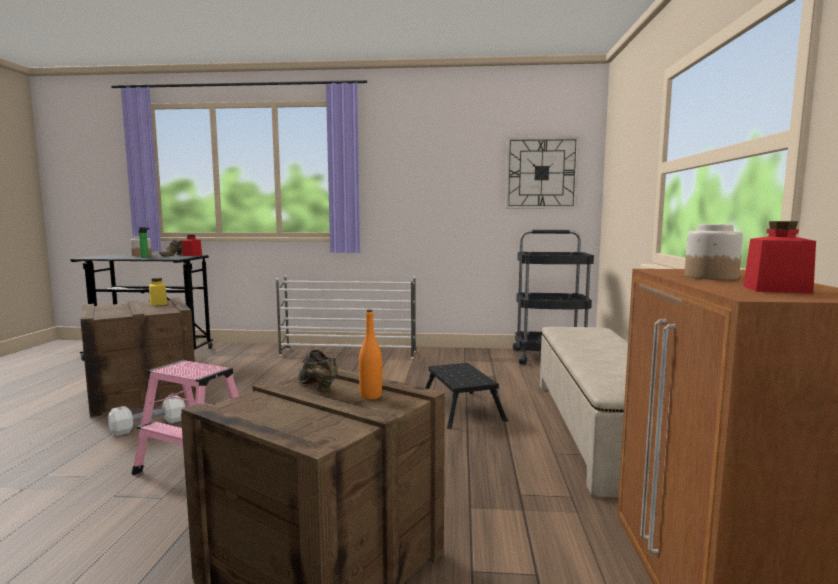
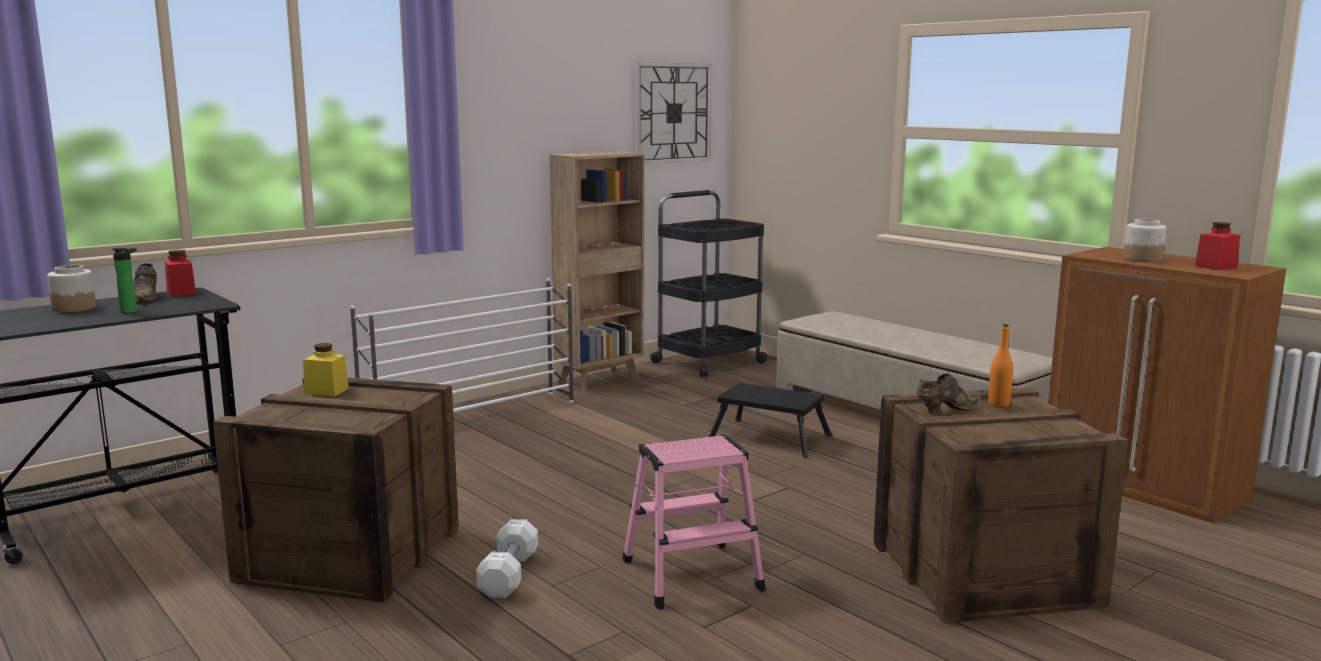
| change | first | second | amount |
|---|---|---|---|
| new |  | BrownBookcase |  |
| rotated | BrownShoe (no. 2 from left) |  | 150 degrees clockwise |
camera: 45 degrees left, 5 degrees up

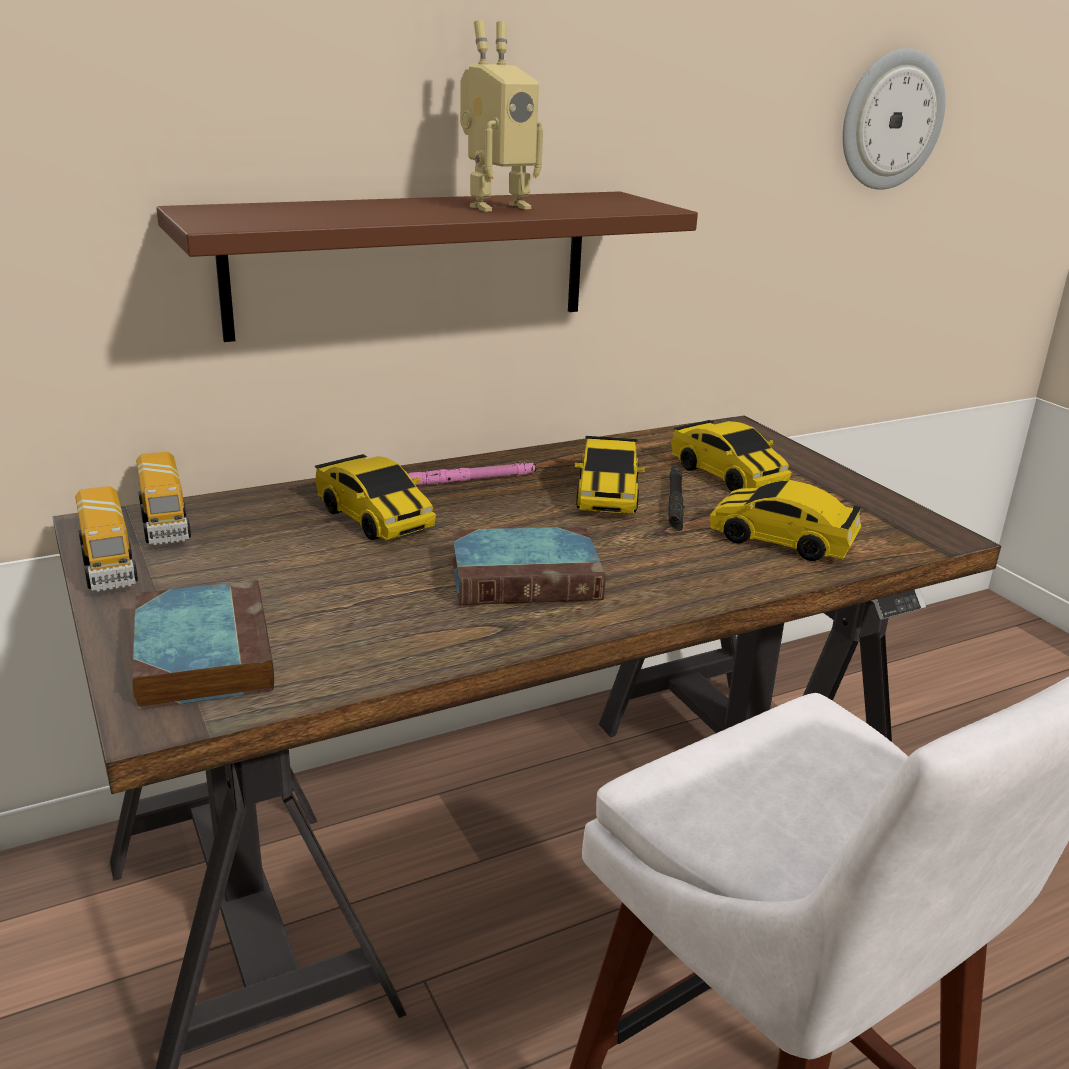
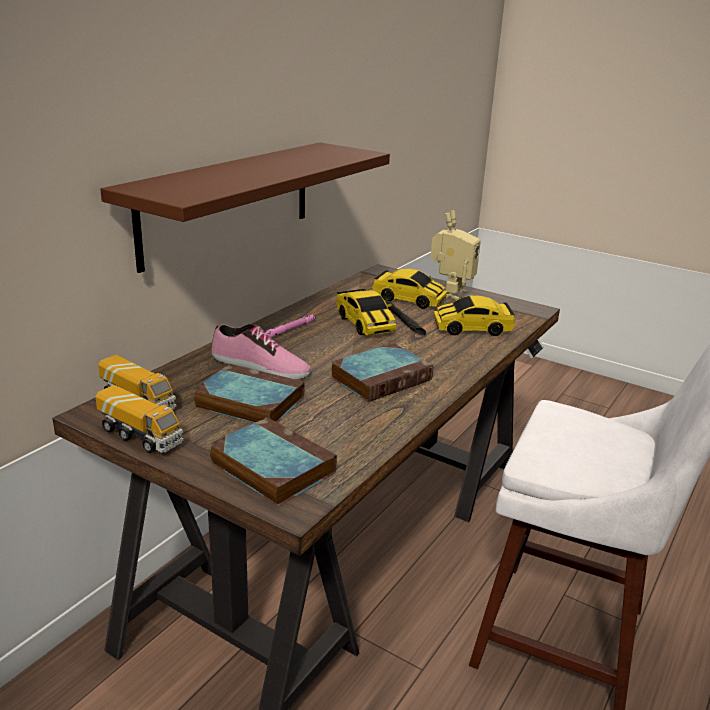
| change | first | second | amount |
|---|---|---|---|
| new |  | Book (no. 1 from left) |  |
| swapped | ToyCar (no. 1 from left) | Shoe |  |
| shifted | ToyRobot |  |  |
| gone | WallClock |  |  |
camera: 30 degrees left, 0 degrees up

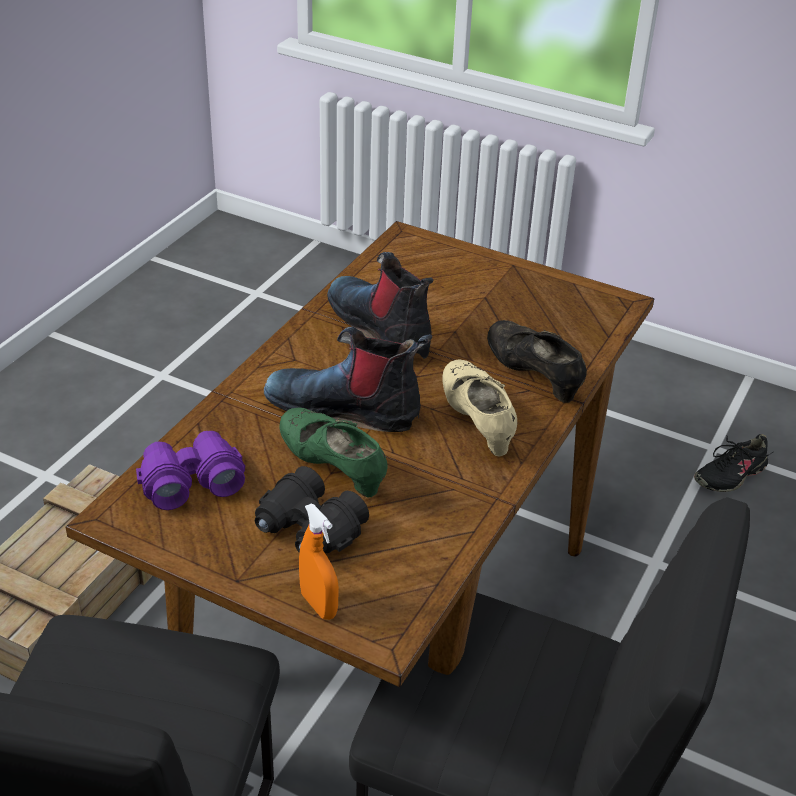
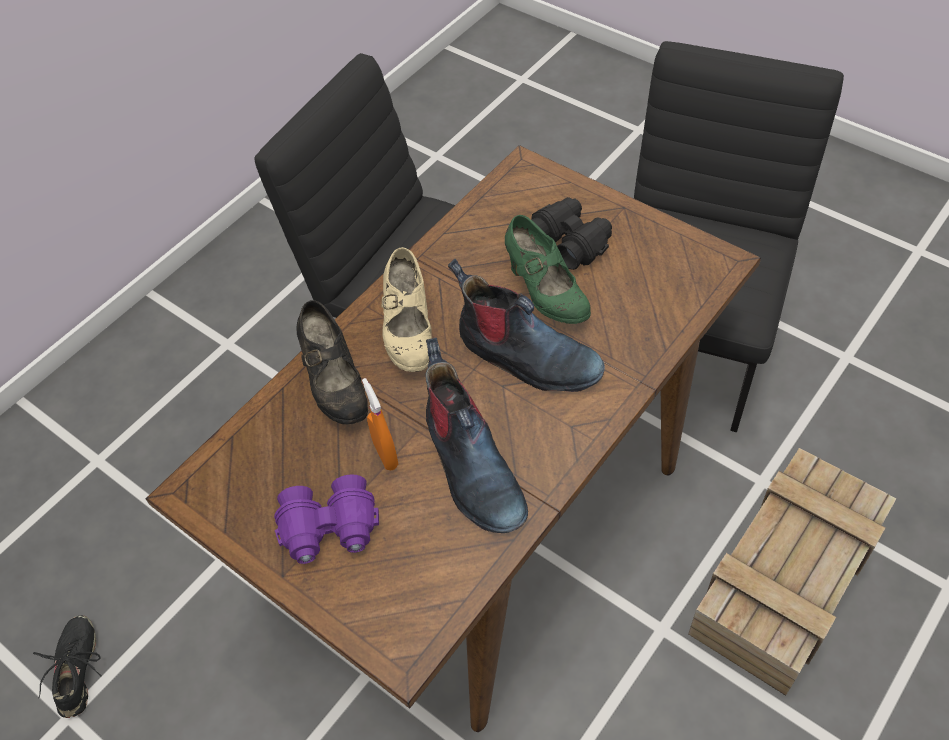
| change | first | second | amount |
|---|---|---|---|
| rotated | BlackShoe (no. 2 from left in the first image) | BlackShoe (no. 1 from left) | 75 degrees counterclockwise |
| shifted | PurpleBinoculars |  |  |
| shifted | OrangeSprayBottle |  |  |
camera: 165 degrees left, 15 degrees up

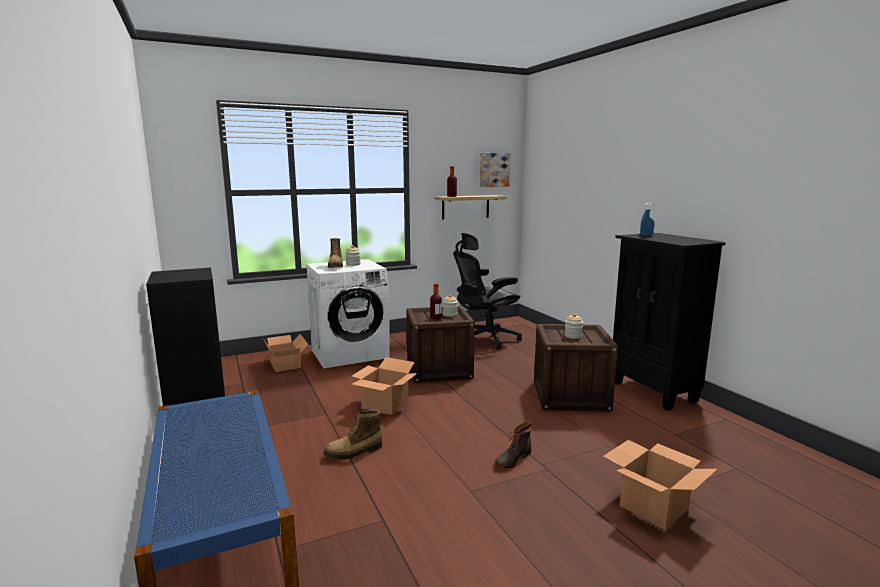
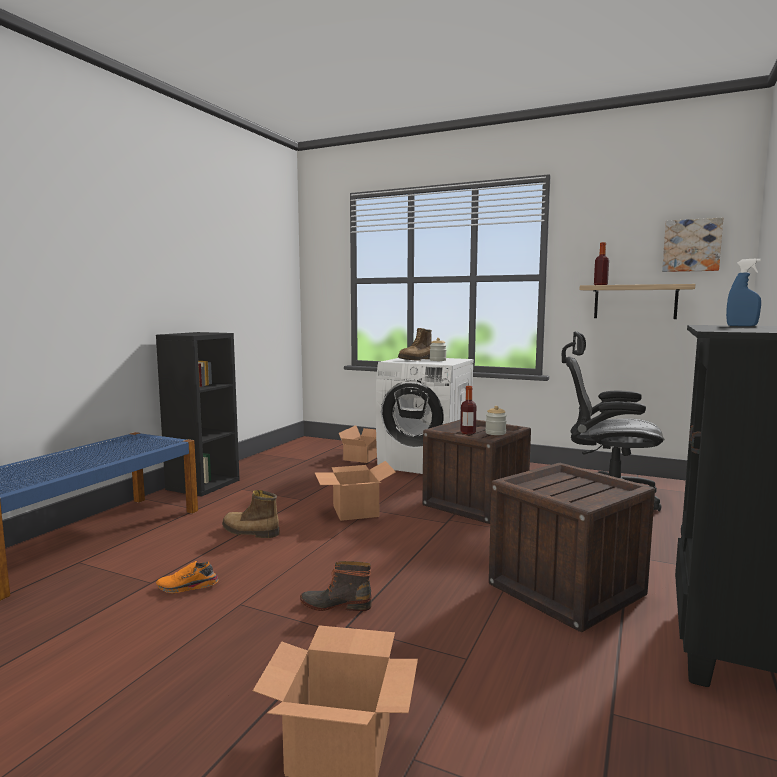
| change | first | second | amount |
|---|---|---|---|
| new |  | OrangeShoe |  |
| gone | Jar (no. 3 from left) |  |  |
camera: 50 degrees right, 5 degrees down

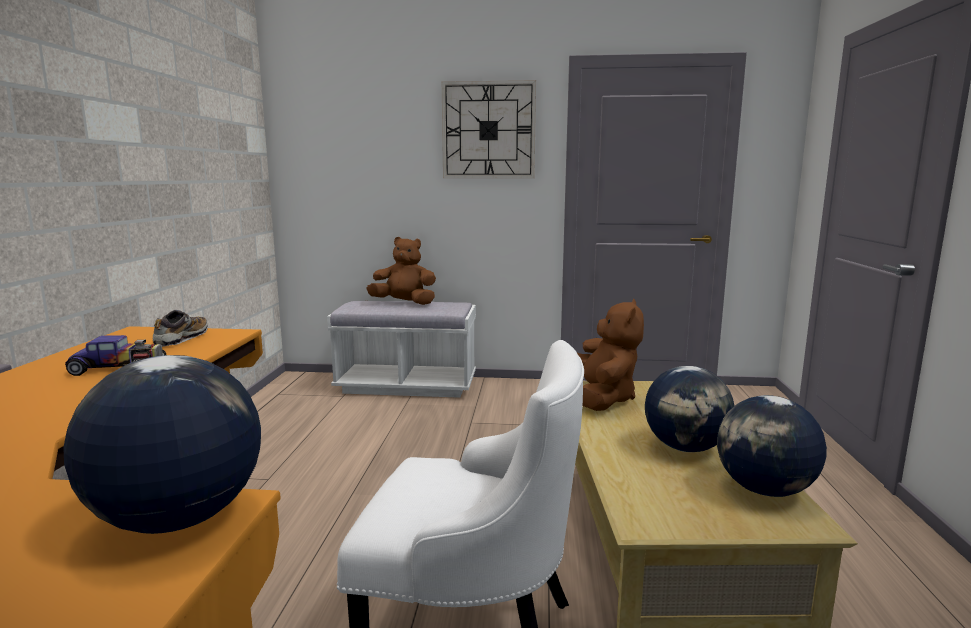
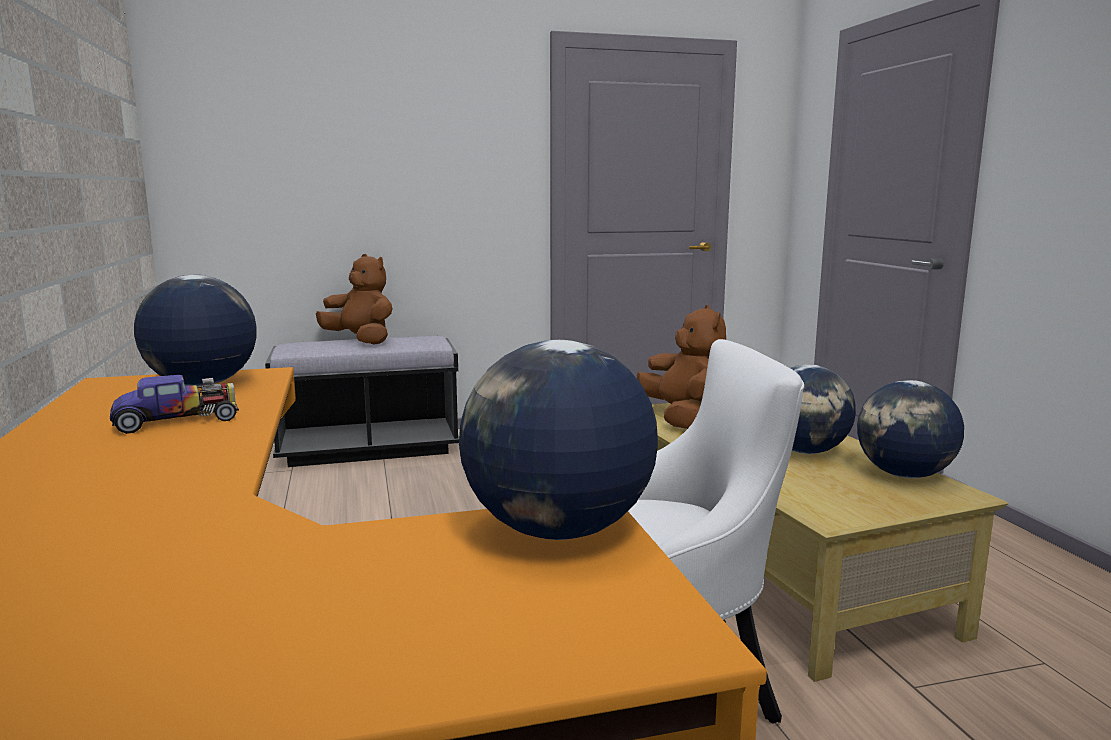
| change | first | second | amount |
|---|---|---|---|
| swapped | Shoe | Globe (no. 1 from left) |  |
| repainted | WhiteBench | BlackBench |  |
| rotated | BrownPlushToy (no. 1 from left) |  | 45 degrees clockwise |
| gone | WallClock |  |  |
camera: 20 degrees left, 0 degrees up

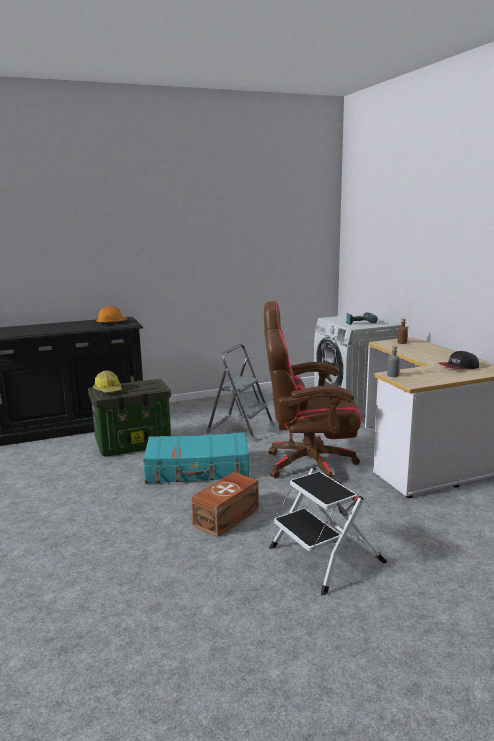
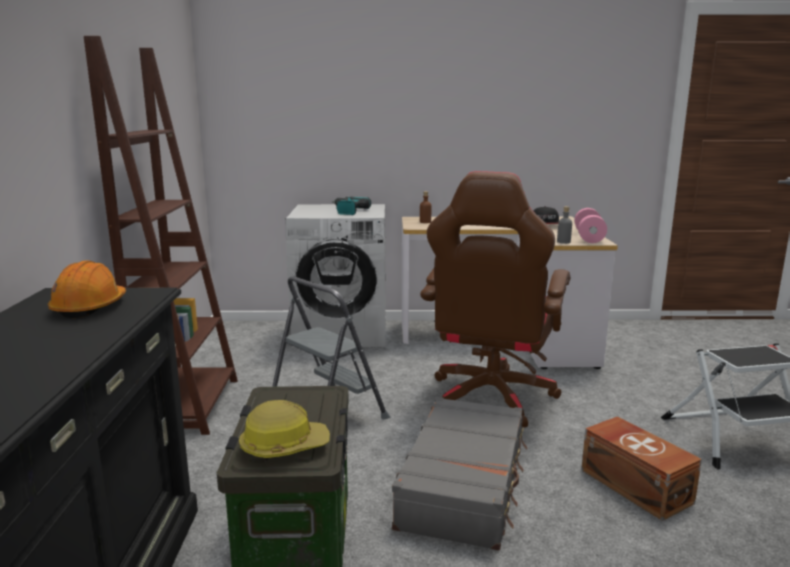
| change | first | second | amount |
|---|---|---|---|
| new |  | BrownBookcase |  |
| repainted | TurquoiseSuitcase | GreySuitcase |  |
| new |  | PinkDumbbell |  |
camera: 70 degrees left, 0 degrees up

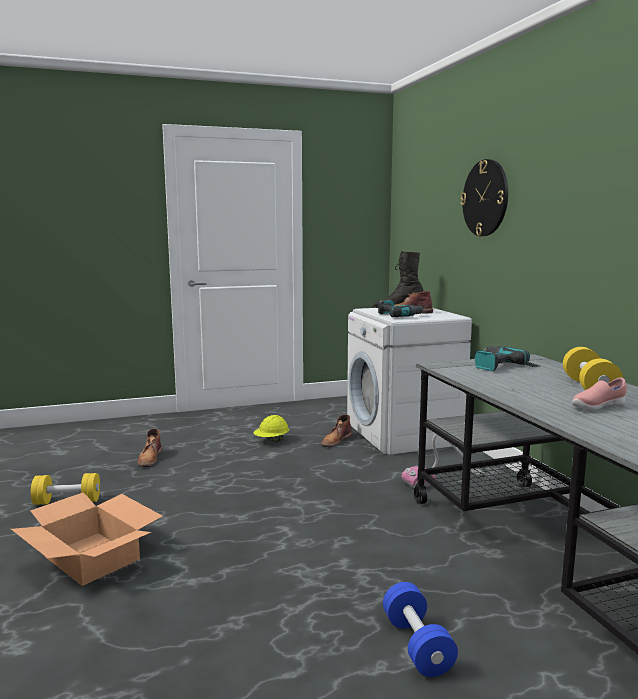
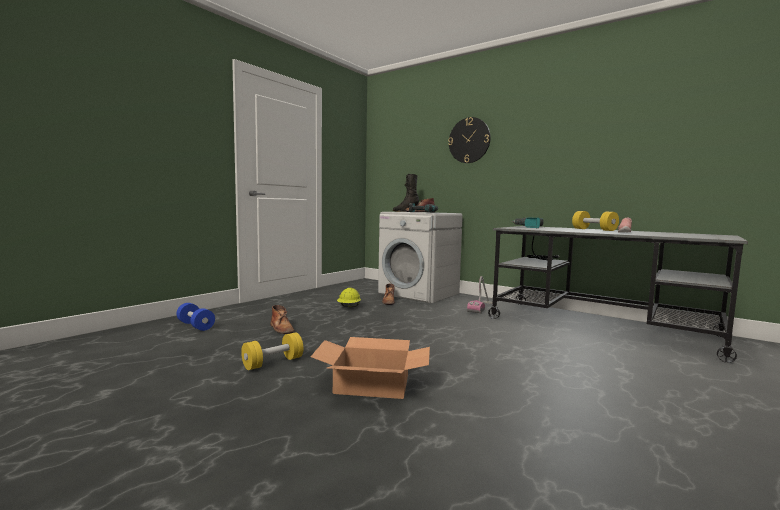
| change | first | second | amount |
|---|---|---|---|
| shifted | BlueDumbbell |  |  |
camera: 35 degrees left, 5 degrees down

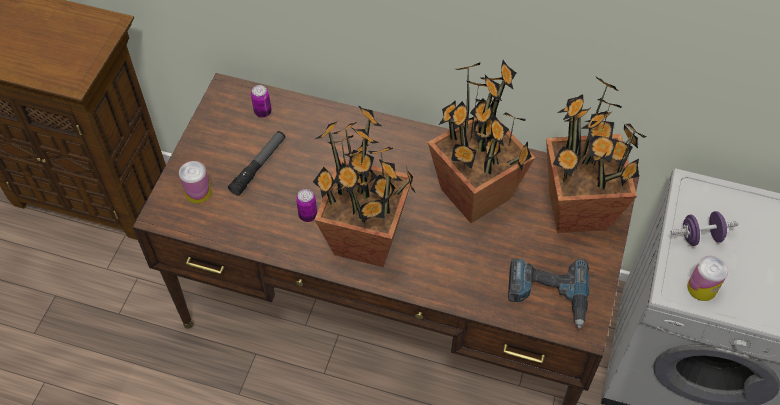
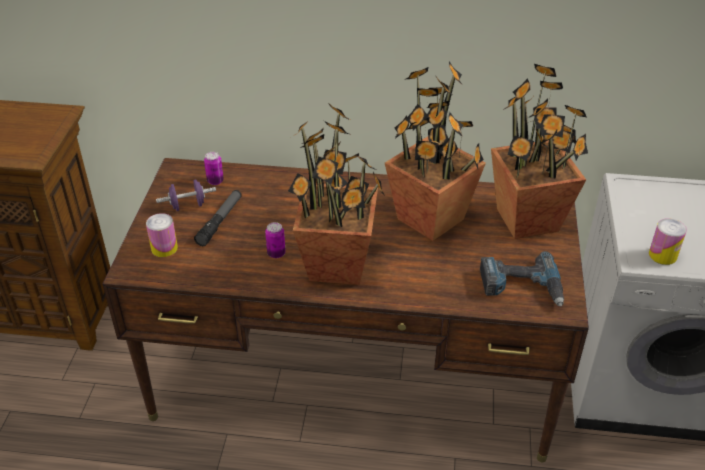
| change | first | second | amount |
|---|---|---|---|
| shifted | PurpleDumbbell |  |  |
camera: 10 degrees left, 15 degrees down

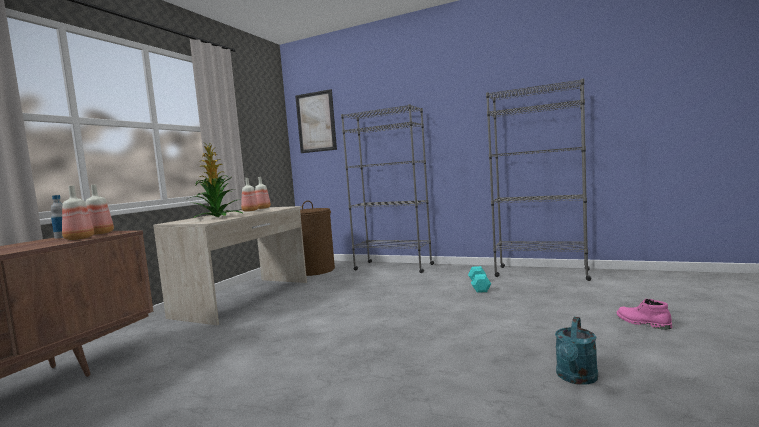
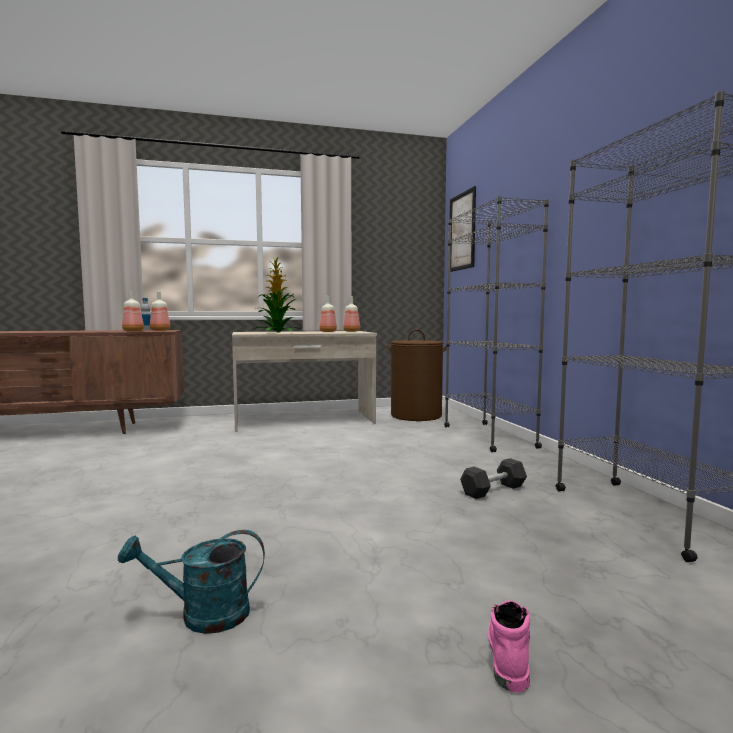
| change | first | second | amount |
|---|---|---|---|
| repainted | TurquoiseDumbbell | GreyDumbbell |  |
camera: 50 degrees right, 0 degrees up

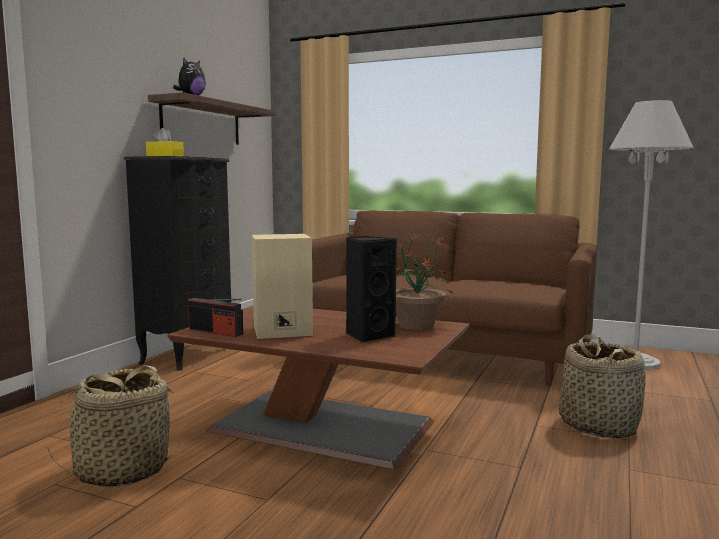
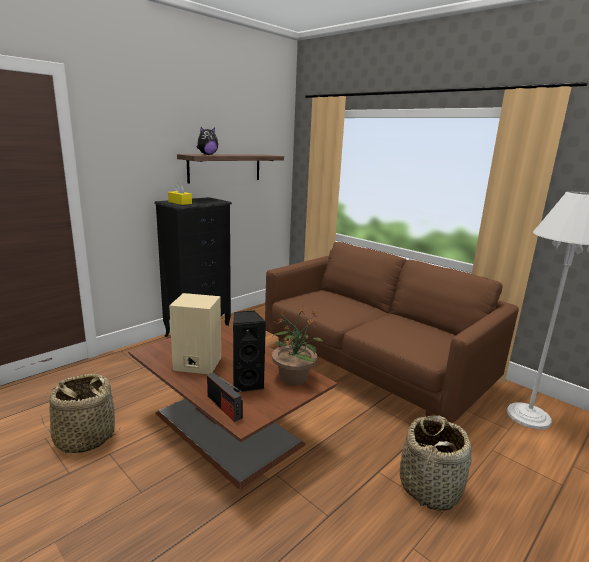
| change | first | second | amount |
|---|---|---|---|
| shifted | Radio |  |  |
camera: 20 degrees right, 10 degrees up

